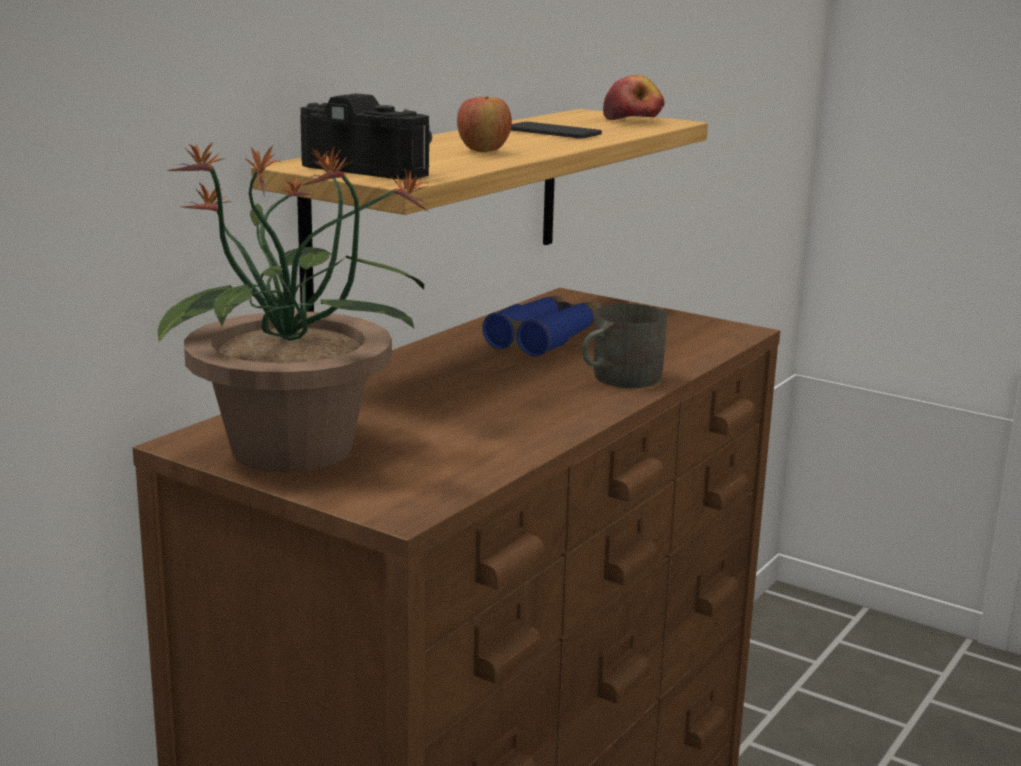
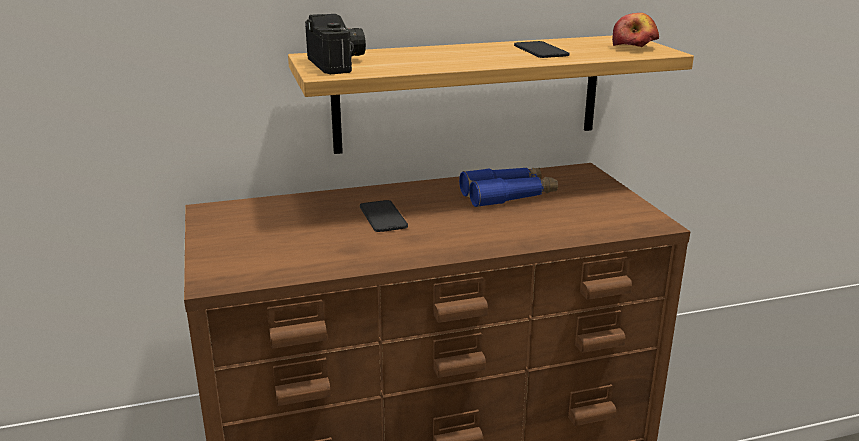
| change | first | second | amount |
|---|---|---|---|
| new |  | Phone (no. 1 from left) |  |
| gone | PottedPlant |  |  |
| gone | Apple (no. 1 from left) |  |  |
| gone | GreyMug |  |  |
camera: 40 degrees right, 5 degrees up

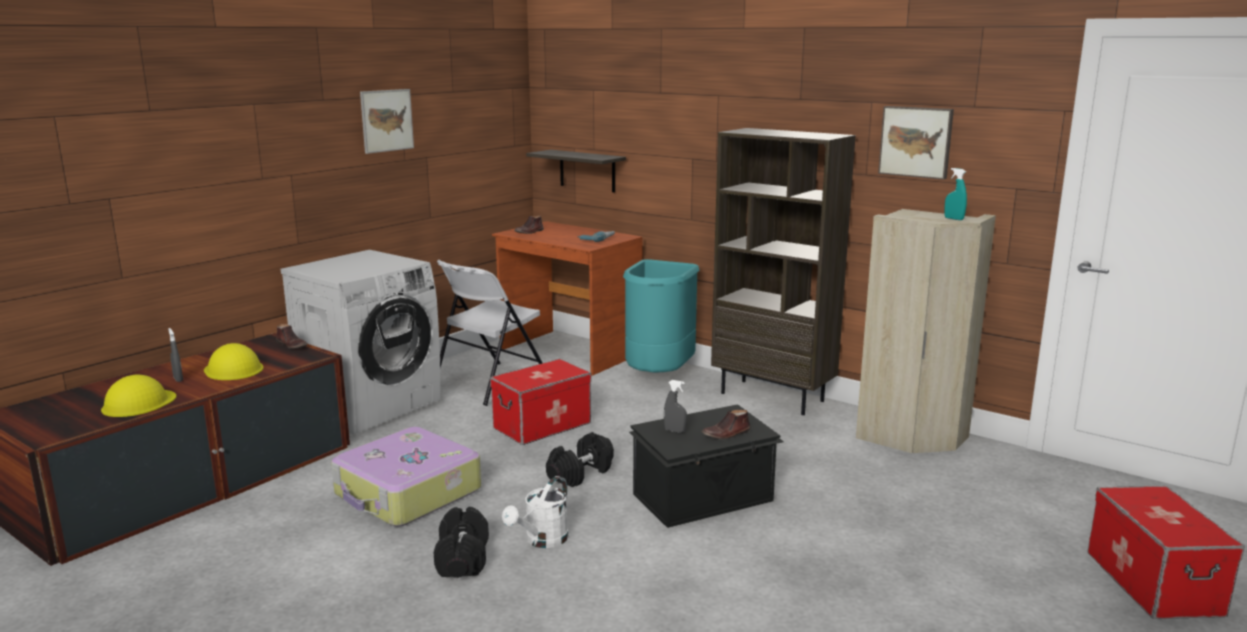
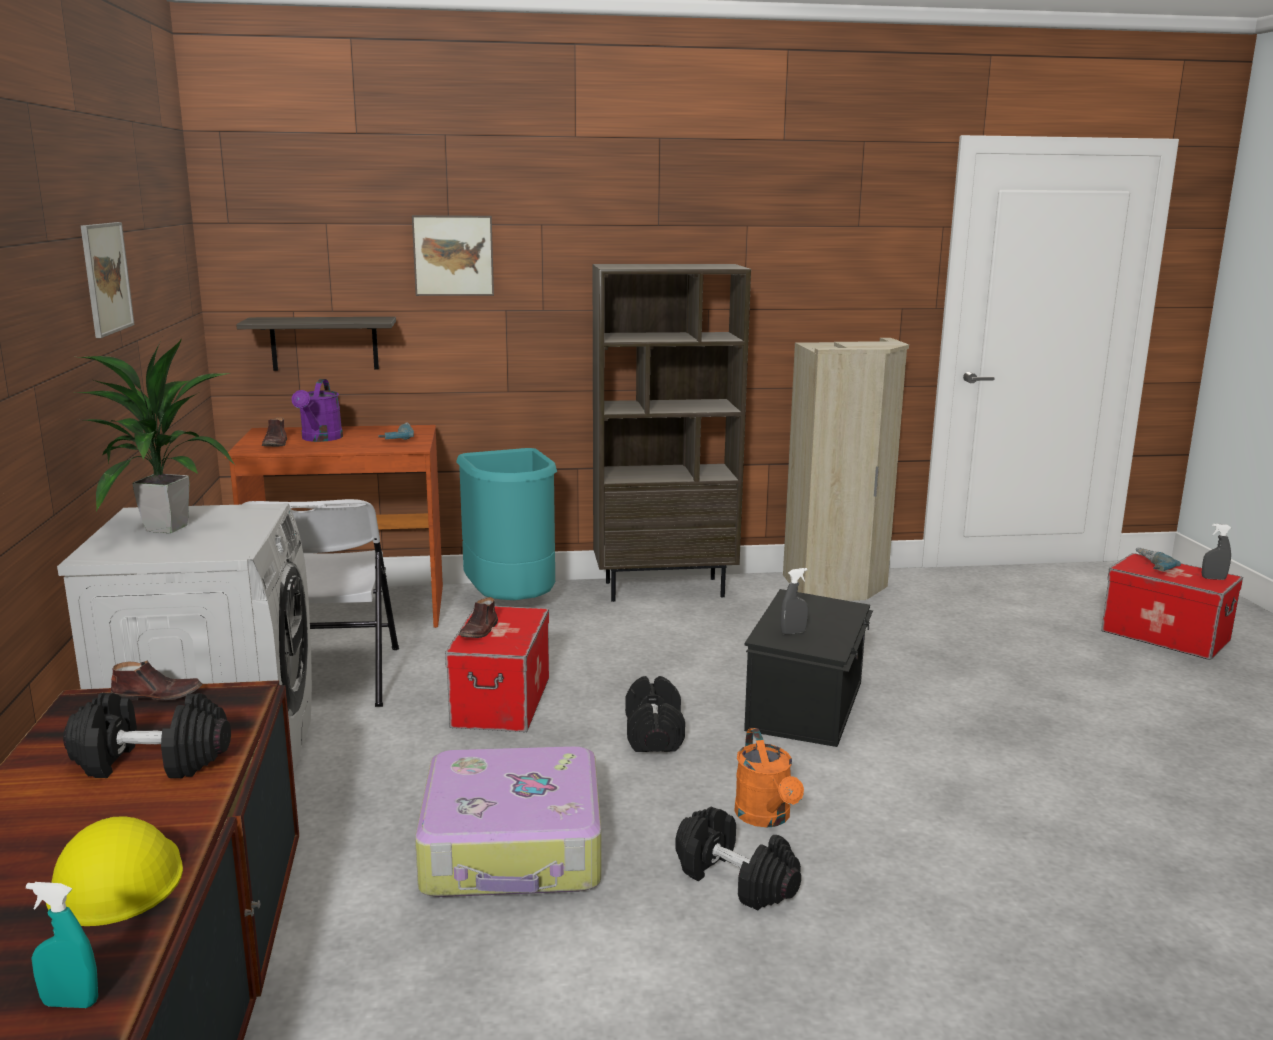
| change | first | second | amount |
|---|---|---|---|
| shifted | TurquoiseSprayBottle |  |  |
| swapped | YellowHardHat (no. 2 from left) | BlackDumbbell (no. 1 from left) |  |
| new |  | PottedPlant |  |
| new |  | PurpleWateringCan |  |
| shifted | Picture (no. 2 from left) |  |  |
| shifted | BrownShoe (no. 3 from left) |  |  |
| repainted | WhiteWateringCan | OrangeWateringCan |  |
| new |  | PowerDrill (no. 2 from left) |  |
| shifted | GreySprayBottle (no. 1 from left in the first image) | GreySprayBottle (no. 2 from left) |  |
camera: 45 degrees left, 0 degrees up

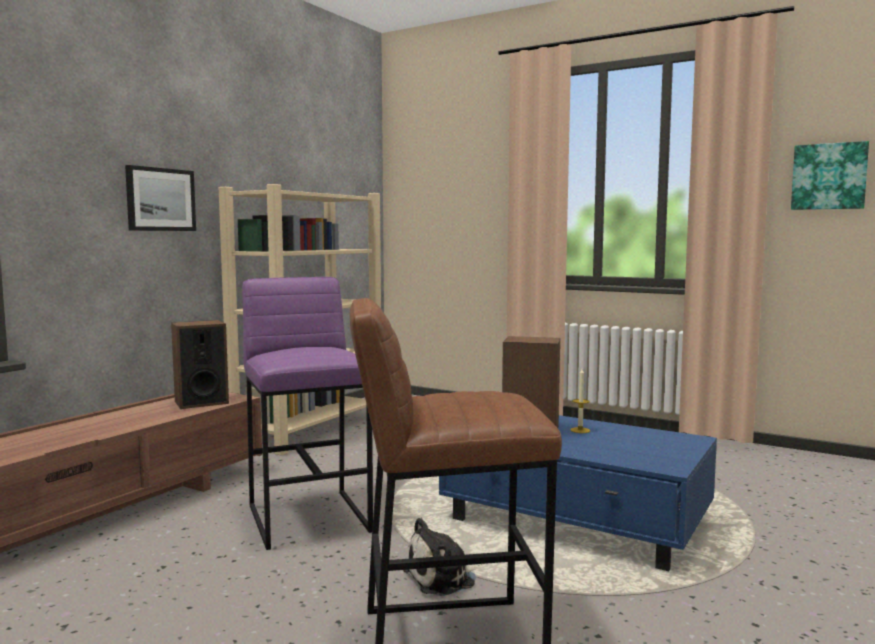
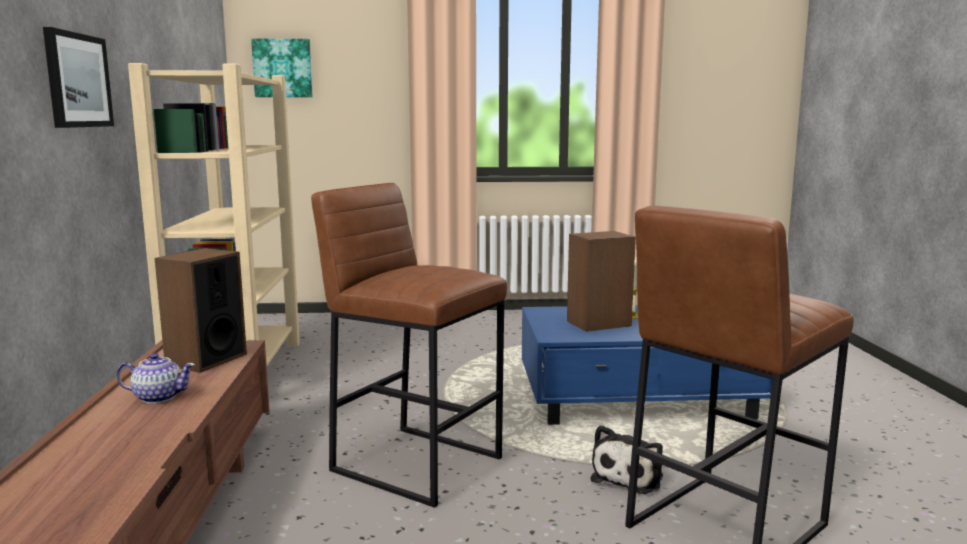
| change | first | second | amount |
|---|---|---|---|
| new |  | Teapot |  |
| shifted | Picture (no. 2 from left) |  |  |
| repainted | PurpleStool | BrownStool (no. 1 from left) |  |
camera: 35 degrees left, 5 degrees up

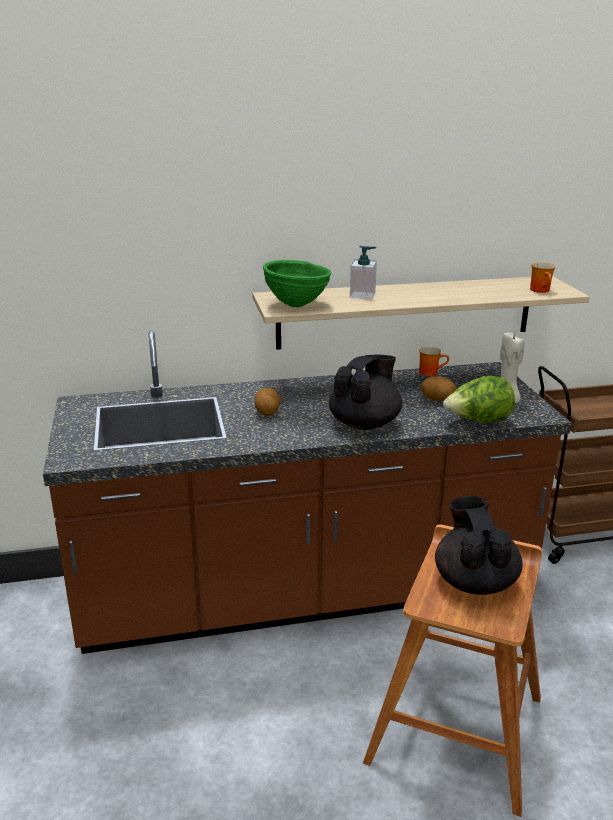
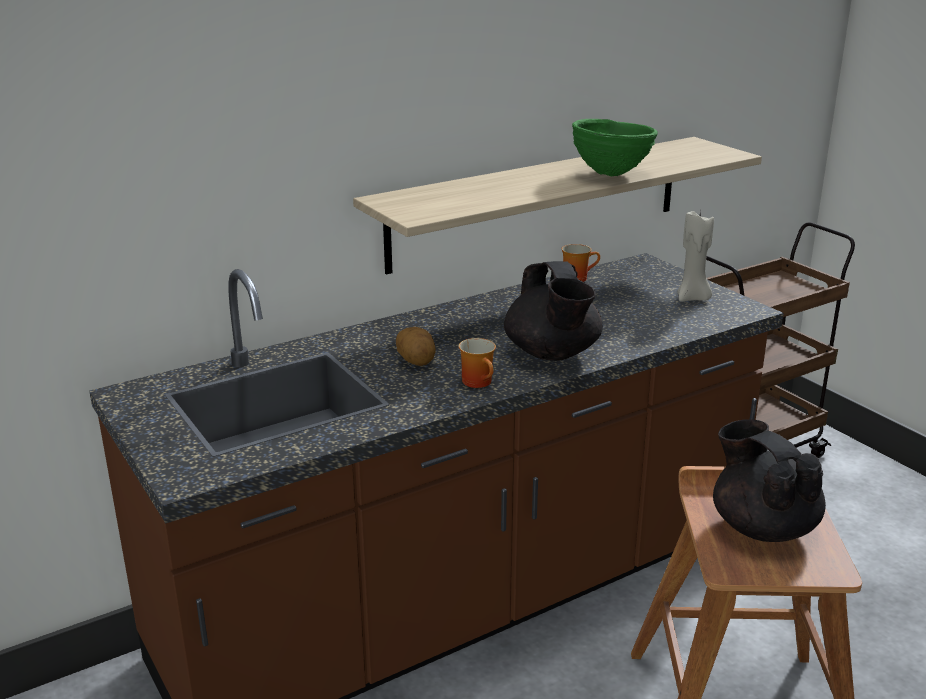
| change | first | second | amount |
|---|---|---|---|
| shifted | Mug (no. 2 from left in the first image) | Mug (no. 1 from left) |  |
| rotated | BlackTeapot (no. 1 from left) |  | 150 degrees clockwise |
| shifted | GreenBowl |  |  |
| gone | SoapDispenser |  |  |
| gone | Potato (no. 2 from left) |  |  |
| gone | Lettuce |  |  |
camera: 20 degrees left, 0 degrees up

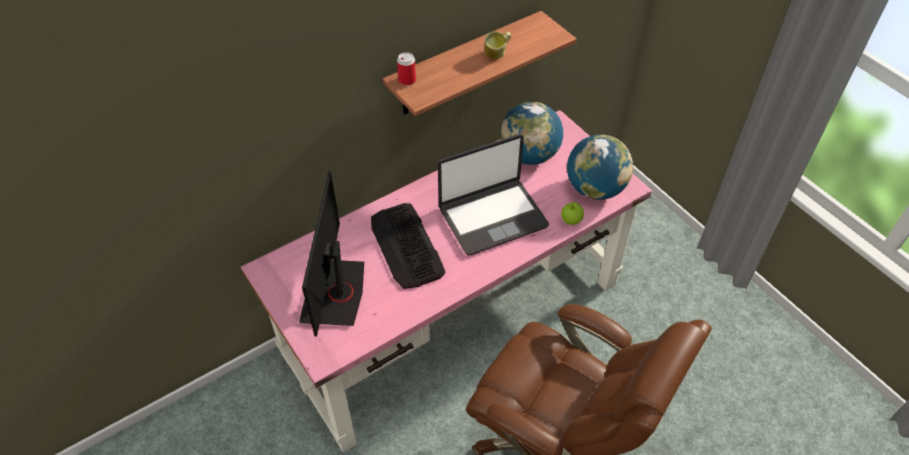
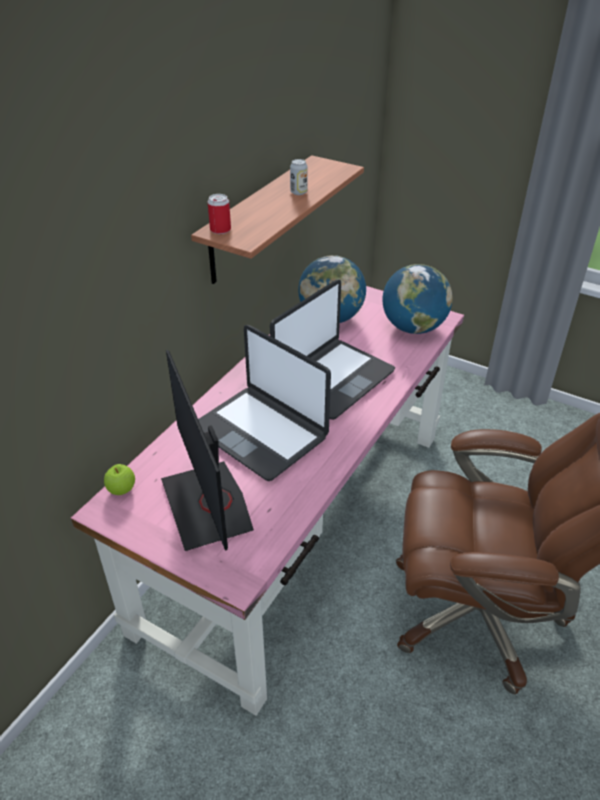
| change | first | second | amount |
|---|---|---|---|
| shifted | Apple |  |  |
| swapped | Keyboard | Laptop (no. 1 from left) |  |
| swapped | Mug | Can (no. 2 from left) |  |
camera: 25 degrees left, 10 degrees down

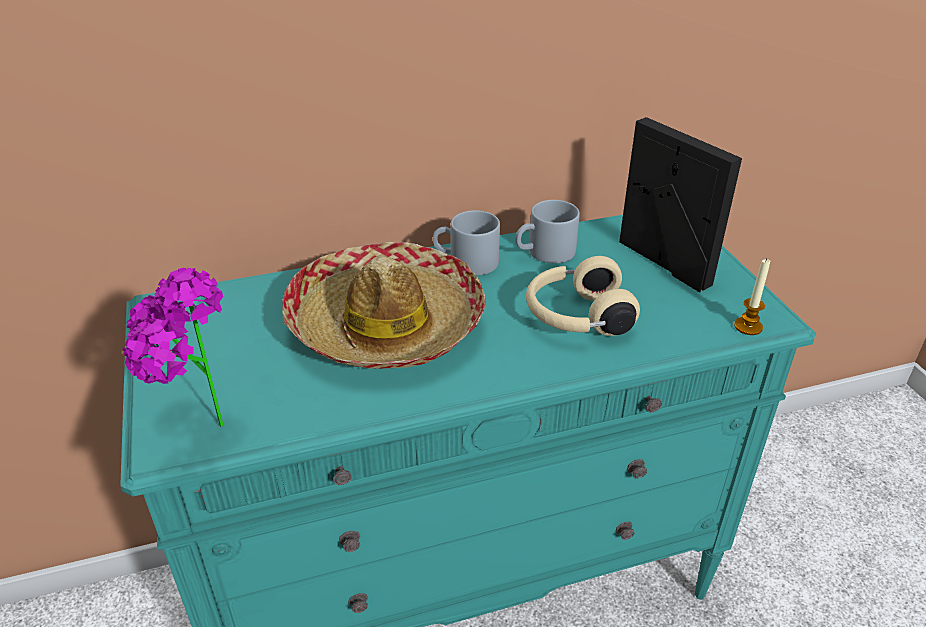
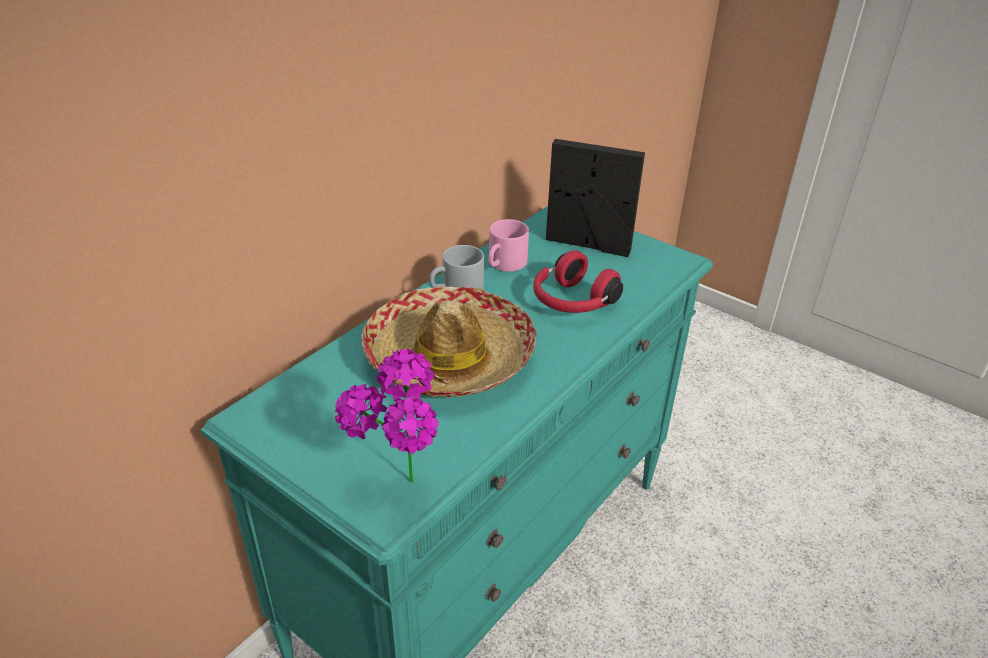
| change | first | second | amount |
|---|---|---|---|
| repainted | GreyMug (no. 2 from left) | PinkMug |  |
| repainted | BeigeHeadphones | RedHeadphones |  |
| gone | Candle |  |  |
camera: 35 degrees left, 0 degrees up

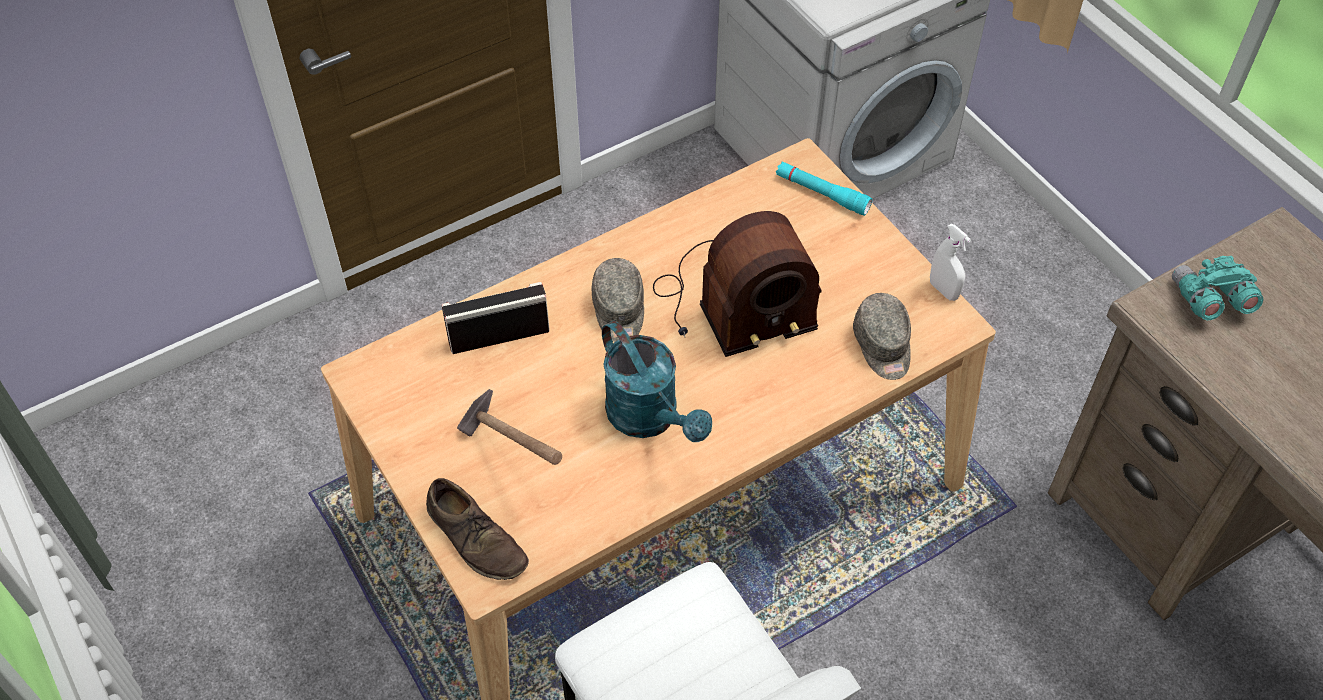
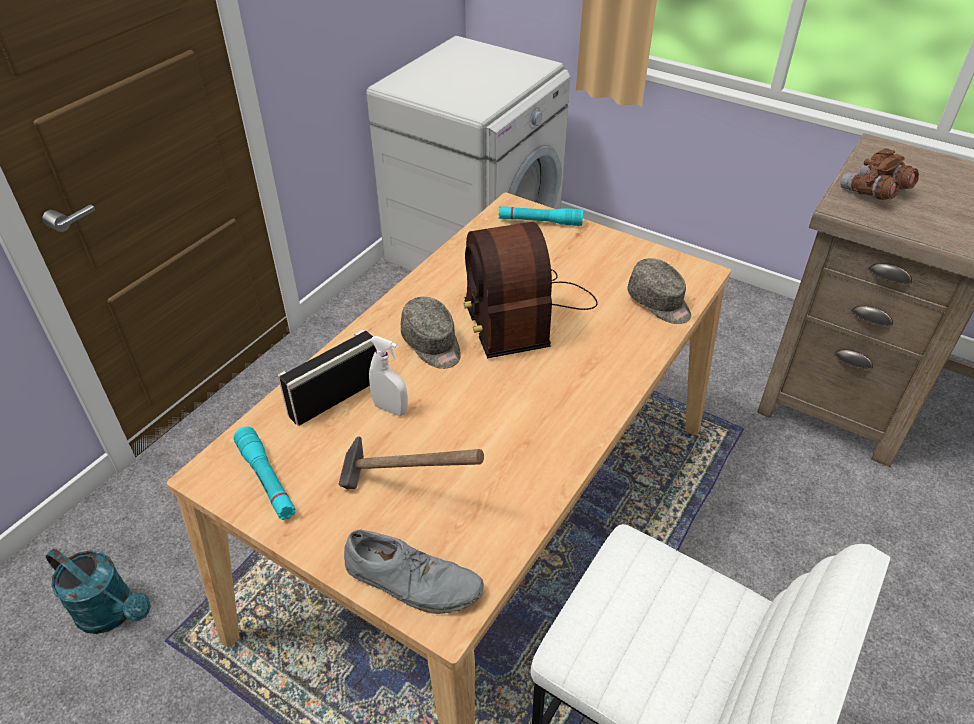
| change | first | second | amount |
|---|---|---|---|
| shifted | TurquoiseWateringCan |  |  |
| new |  | TurquoiseFlashlight (no. 1 from left) |  |
| repainted | BrownShoe | GreyShoe |  |
| shifted | WhiteSprayBottle |  |  |
| rotated | Radio (no. 2 from left) |  | 120 degrees clockwise |
| repainted | TurquoiseBinoculars | BrownBinoculars |  |
camera: 25 degrees left, 10 degrees down

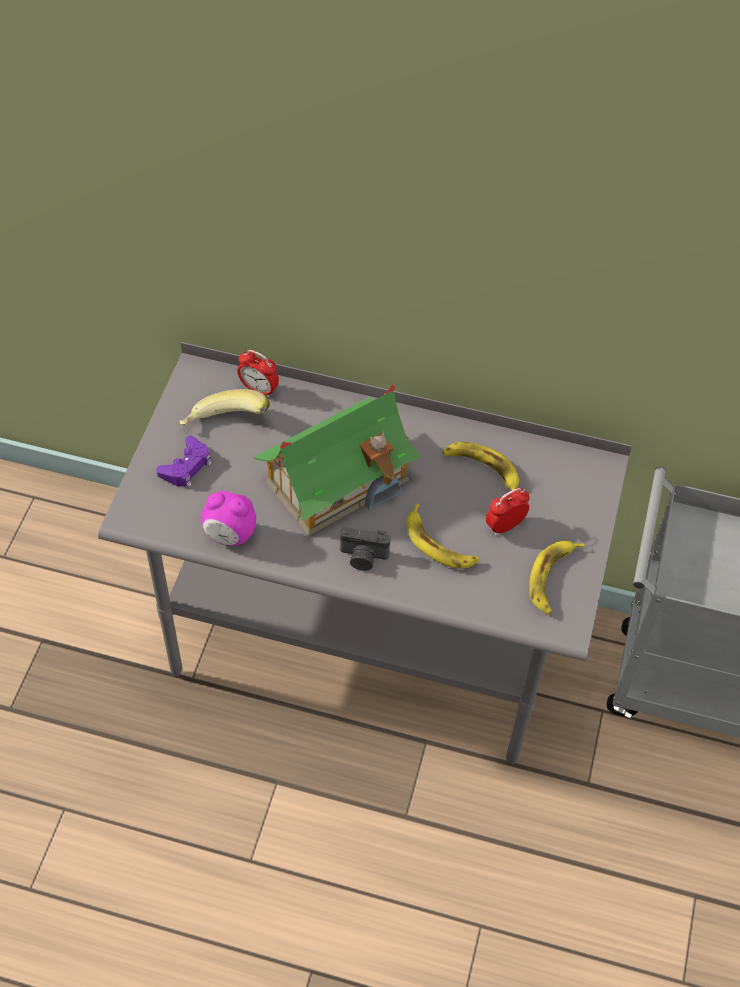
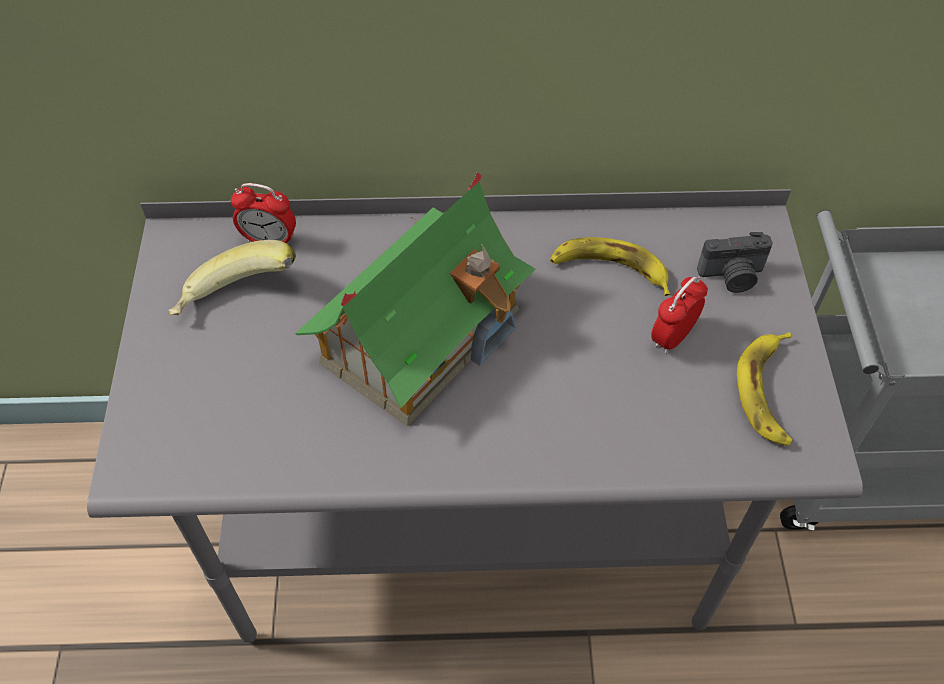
| change | first | second | amount |
|---|---|---|---|
| shifted | PhotoCamera |  |  |
| gone | PurpleGameController |  |  |
| gone | AlarmClock (no. 1 from left) |  |  |
| gone | Banana (no. 2 from left) |  |  |
camera: 15 degrees left, 0 degrees up

